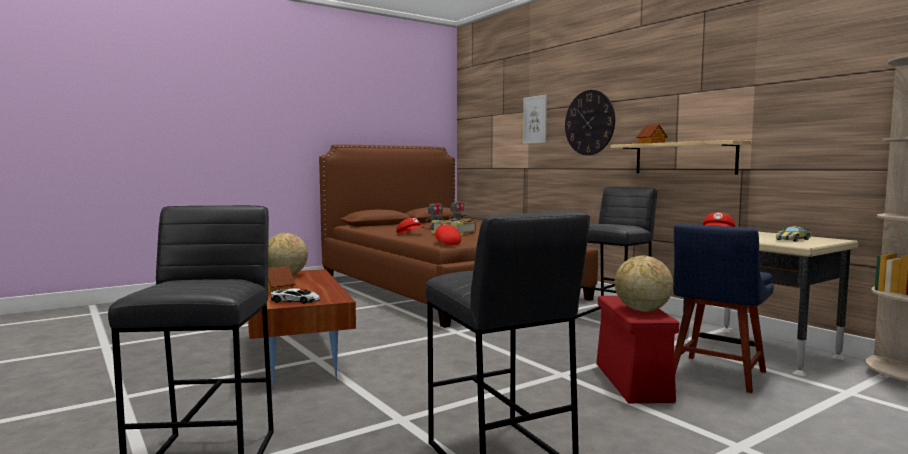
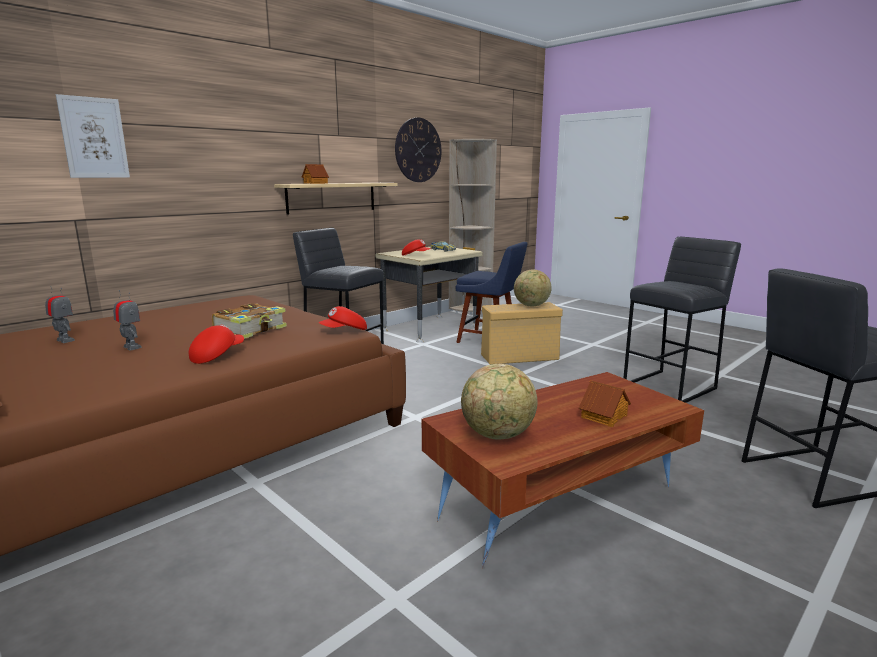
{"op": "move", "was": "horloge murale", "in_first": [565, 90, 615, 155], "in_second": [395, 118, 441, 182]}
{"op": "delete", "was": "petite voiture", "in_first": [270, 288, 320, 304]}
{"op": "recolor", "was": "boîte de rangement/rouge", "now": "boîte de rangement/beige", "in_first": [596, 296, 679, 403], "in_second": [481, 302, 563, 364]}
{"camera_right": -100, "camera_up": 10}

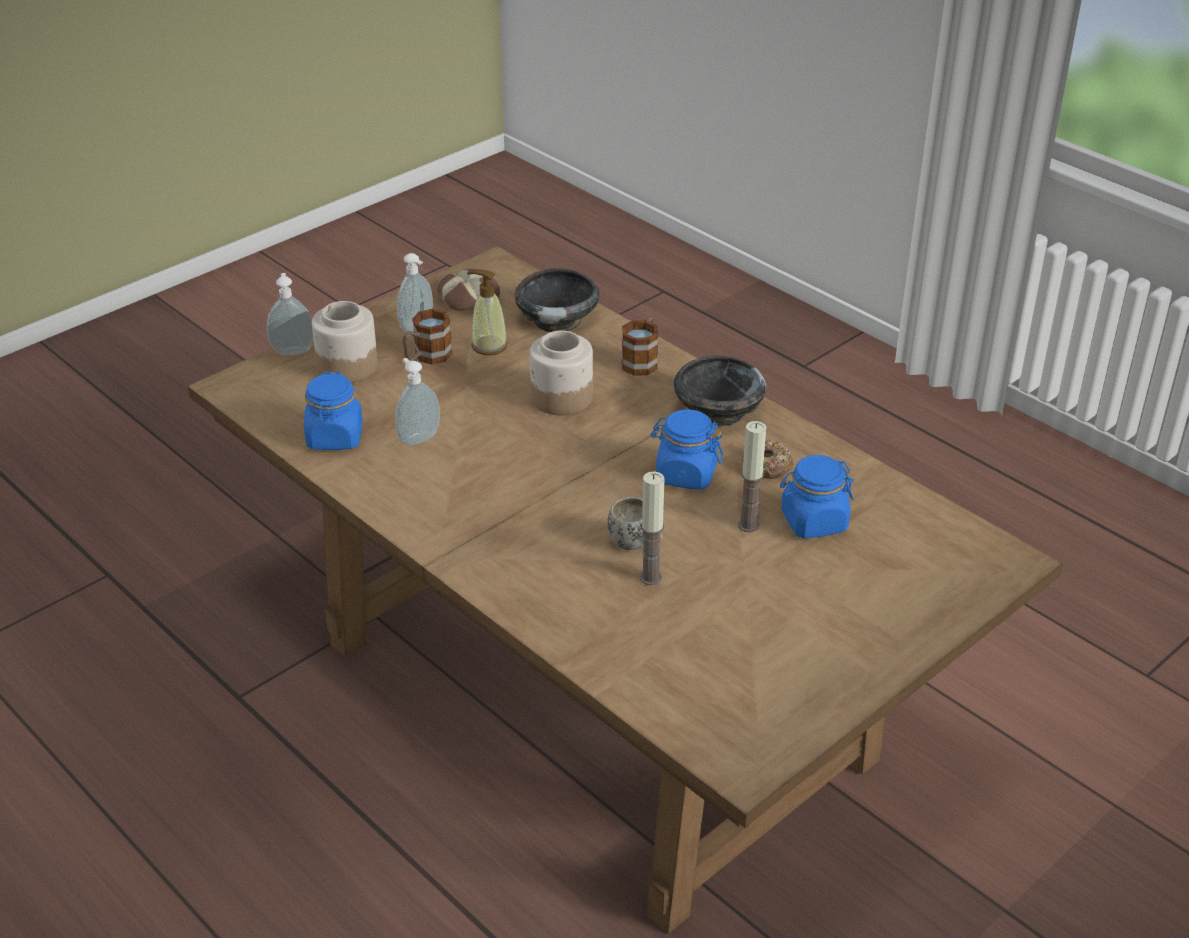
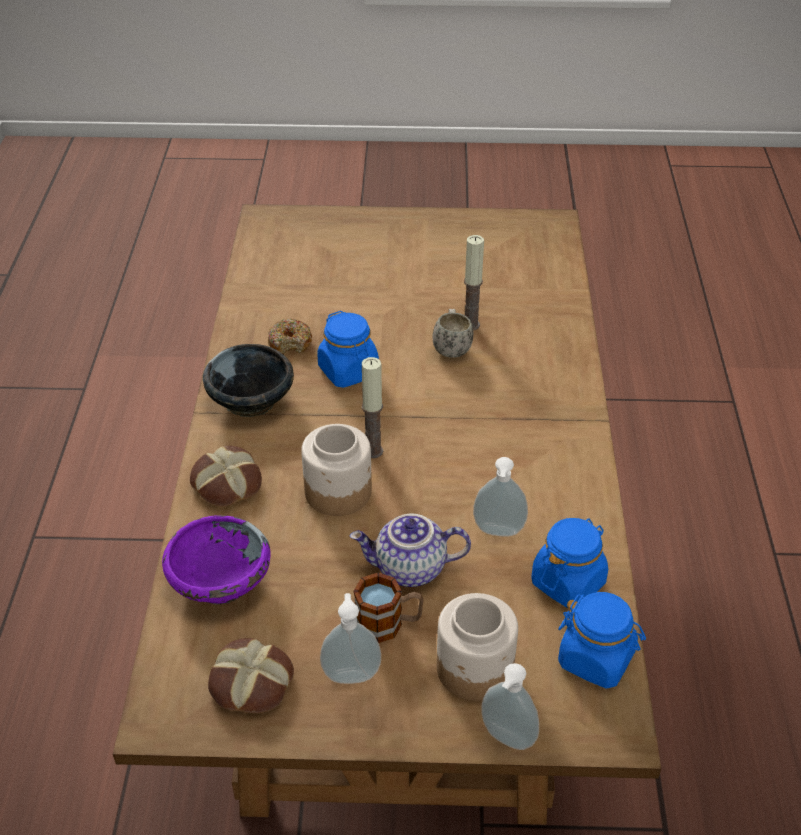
{"op": "recolor", "was": "bol/noir", "now": "bol/violet", "in_first": [515, 268, 600, 332], "in_second": [162, 515, 271, 605]}
{"op": "delete", "was": "distributeur de savon", "in_first": [467, 269, 508, 355]}
{"op": "replace", "was": "mug", "now": "pain", "in_first": [621, 317, 658, 376], "in_second": [190, 446, 262, 507]}
{"op": "move", "was": "bougie", "in_first": [738, 421, 766, 532], "in_second": [362, 357, 383, 458]}
{"op": "move", "was": "bocal/bleu", "in_first": [780, 455, 854, 538], "in_second": [558, 592, 646, 689]}
{"op": "insert", "now": "théière", "in_second": [350, 514, 471, 587]}
{"camera_right": -135, "camera_up": 5}

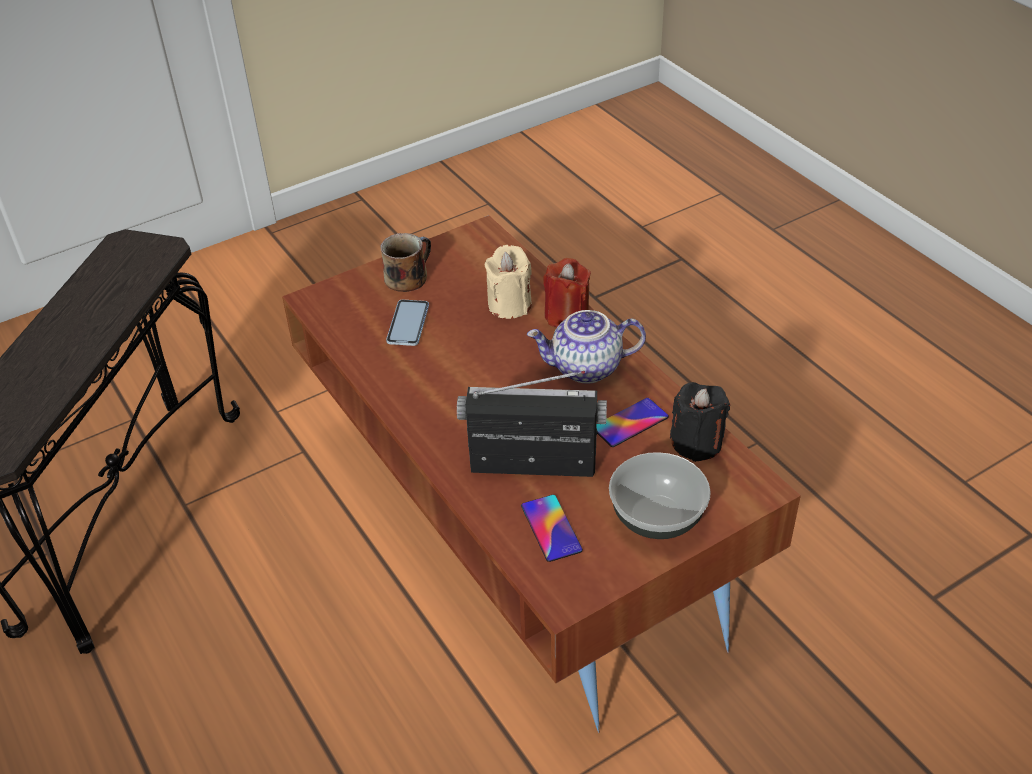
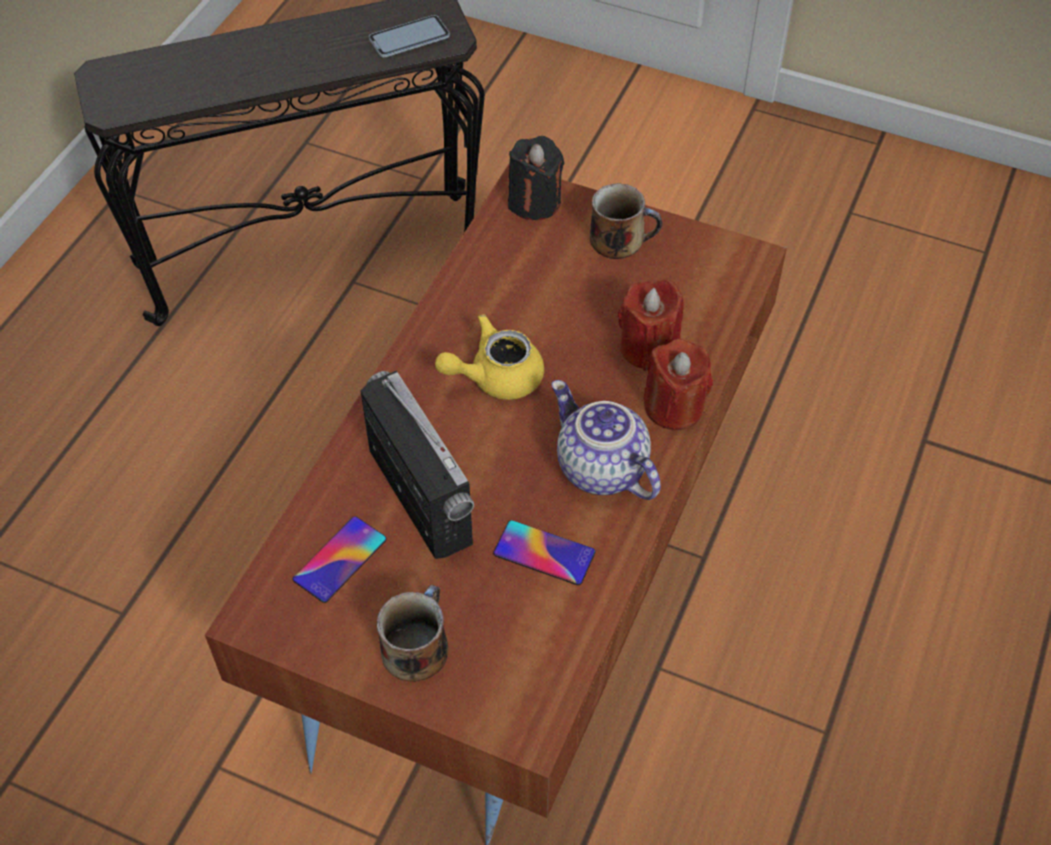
{"op": "recolor", "was": "bougie/beige", "now": "bougie/rouge", "in_first": [485, 245, 532, 319], "in_second": [618, 279, 684, 371]}
{"op": "move", "was": "téléphone", "in_first": [386, 300, 429, 346], "in_second": [369, 15, 450, 57]}
{"op": "move", "was": "bougie/noir", "in_first": [670, 382, 730, 462], "in_second": [508, 136, 565, 220]}
{"op": "replace", "was": "bol", "now": "mug", "in_first": [609, 452, 711, 539], "in_second": [377, 585, 448, 682]}
{"op": "insert", "now": "théière/jaune", "in_second": [435, 314, 544, 400]}
{"camera_right": 55, "camera_up": 10}

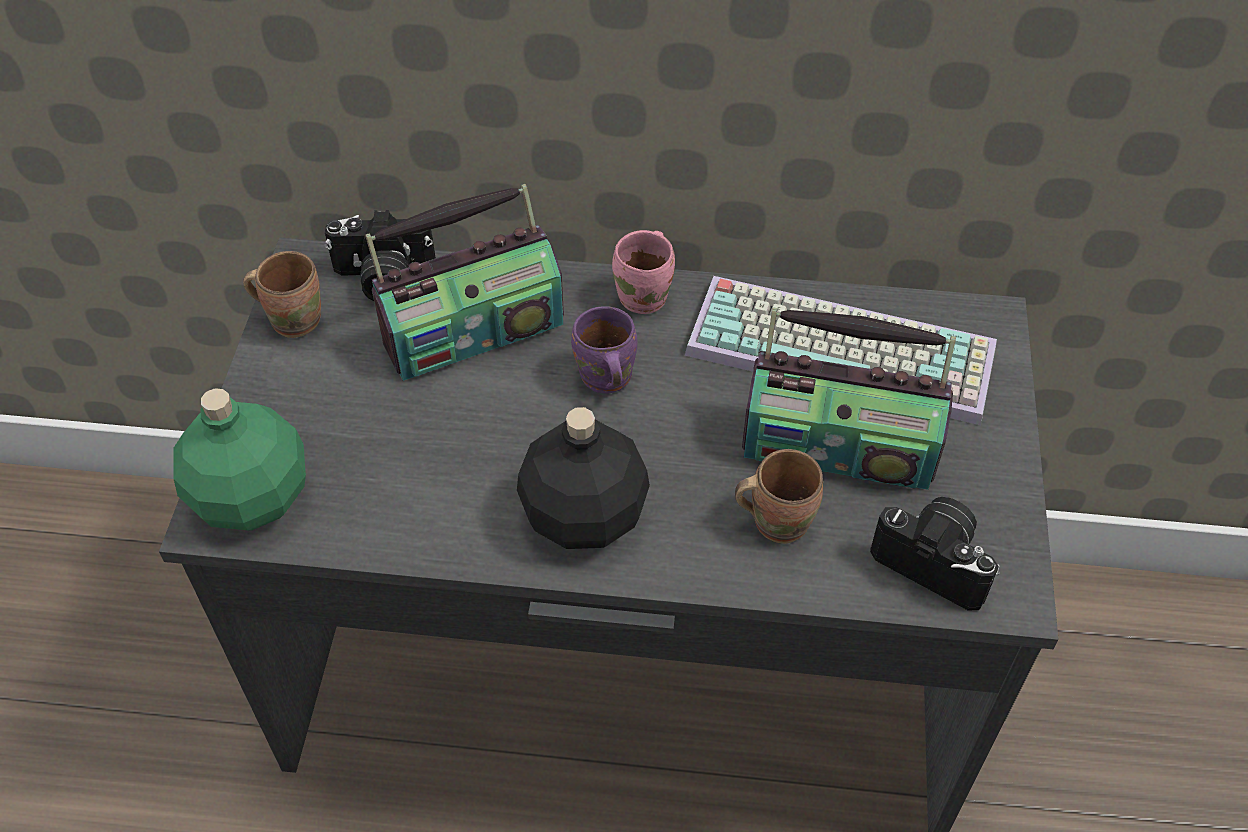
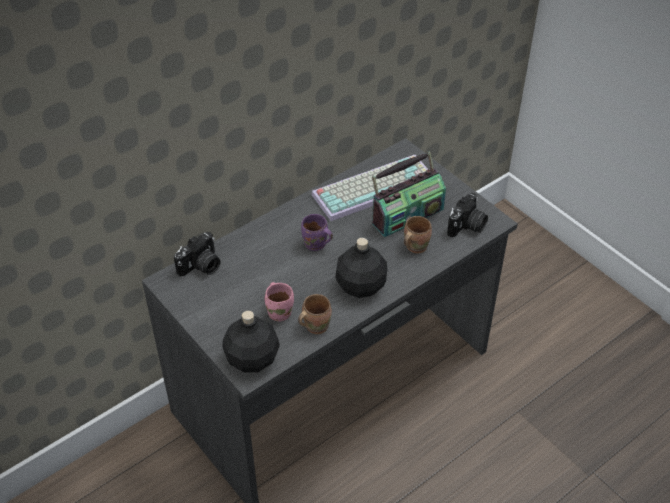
{"op": "delete", "was": "radio", "in_first": [365, 184, 564, 381]}
{"op": "move", "was": "mug/rose", "in_first": [612, 230, 675, 314], "in_second": [265, 282, 294, 321]}
{"op": "move", "was": "mug/marron", "in_first": [243, 251, 321, 338], "in_second": [298, 294, 332, 334]}
{"op": "recolor", "was": "bouteille/vert", "now": "bouteille/noir", "in_first": [174, 388, 306, 531], "in_second": [222, 311, 280, 373]}
{"op": "rotate", "was": "appareil photo", "in_first": [870, 497, 1000, 610], "in_second": [447, 192, 488, 237], "clockwise": 135}
{"camera_right": -45, "camera_up": -5}

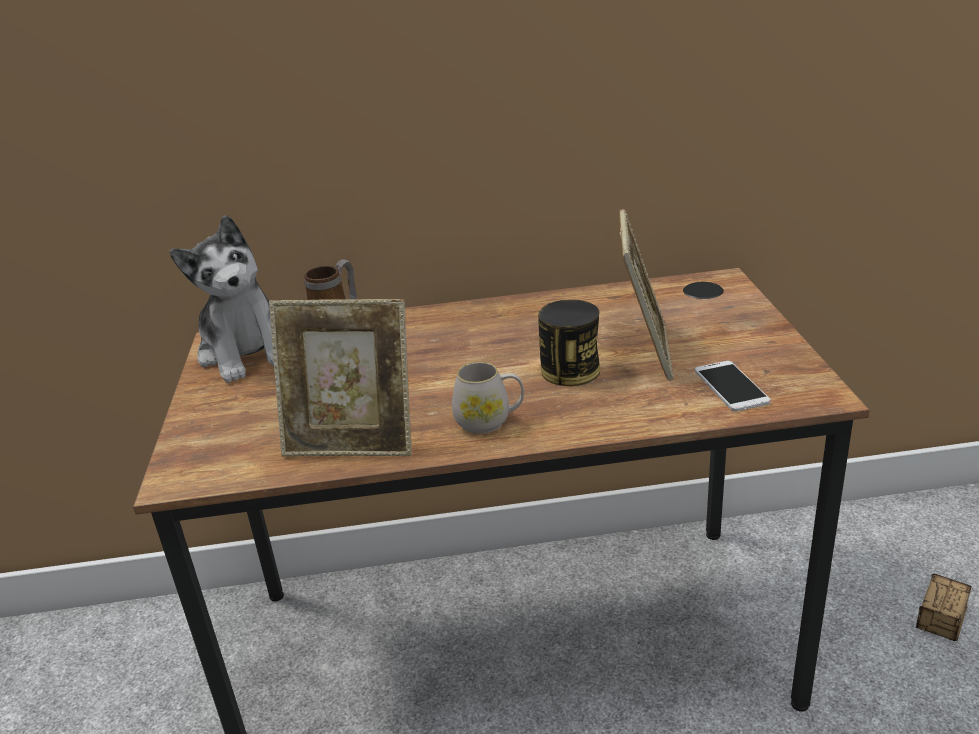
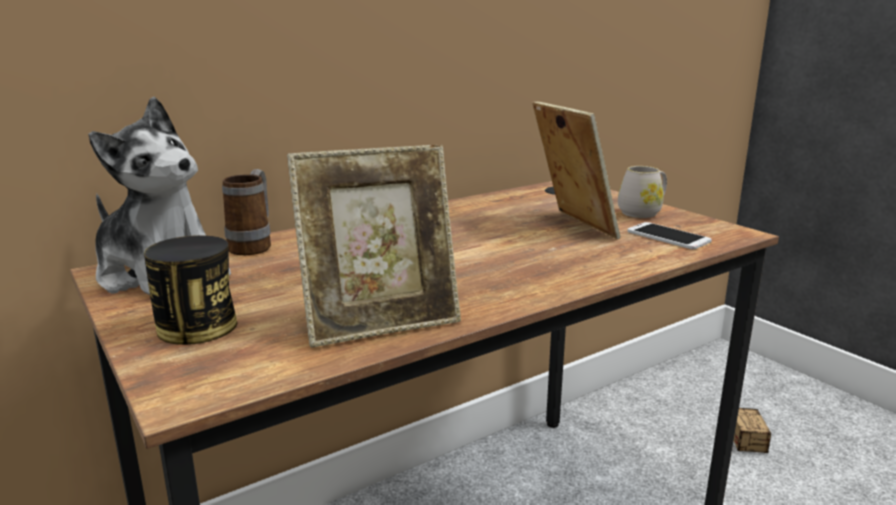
{"op": "move", "was": "boîte métallique", "in_first": [538, 300, 600, 386], "in_second": [144, 235, 237, 345]}
{"op": "move", "was": "mug/blanc", "in_first": [452, 362, 524, 434], "in_second": [618, 166, 667, 218]}
{"camera_right": -30, "camera_up": -10}

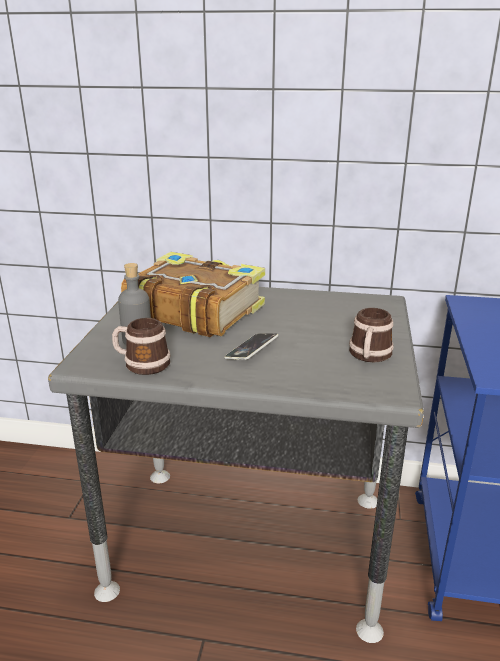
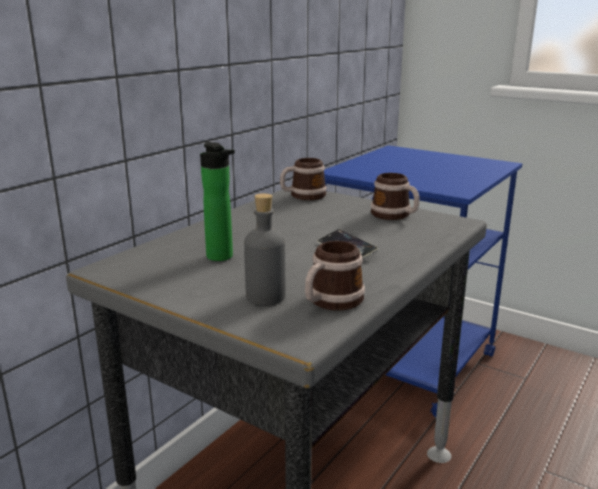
{"op": "replace", "was": "livre", "now": "bouteille", "in_first": [121, 252, 265, 337], "in_second": [200, 142, 235, 261]}
{"op": "insert", "now": "mug", "in_second": [280, 158, 327, 200]}
{"camera_right": -65, "camera_up": -5}

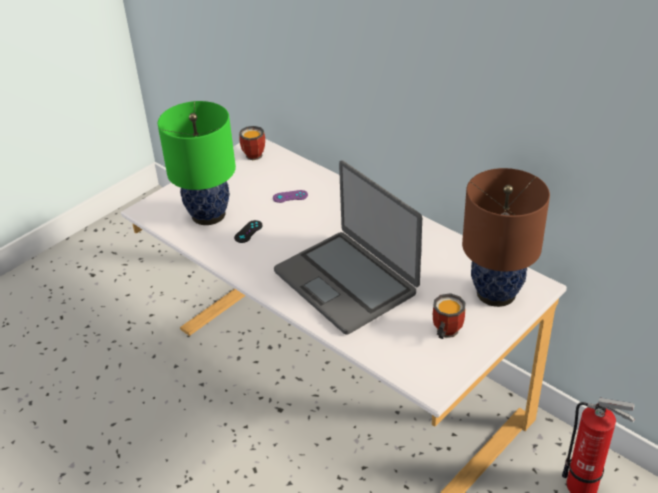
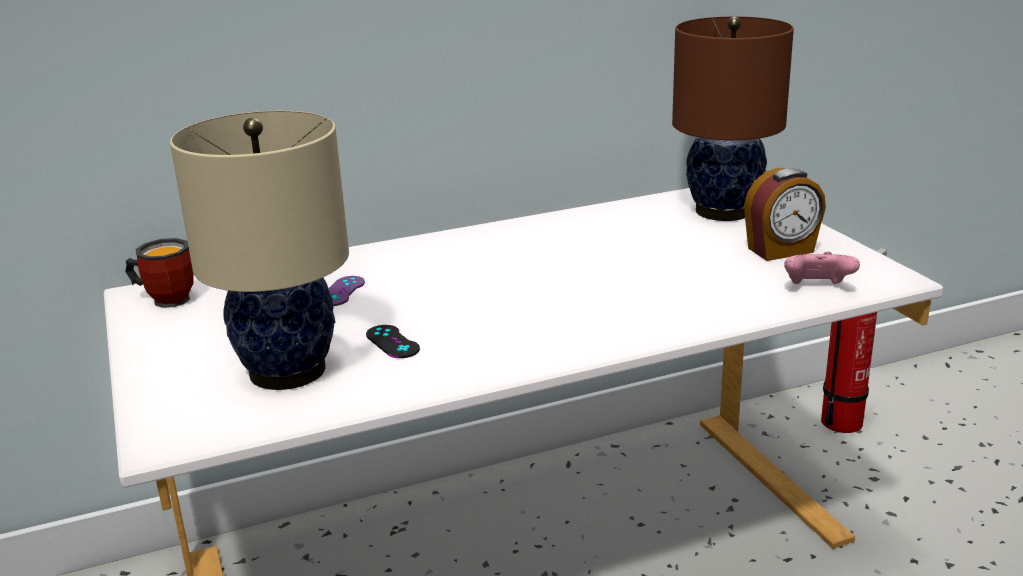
{"op": "recolor", "was": "lampe de table/vert", "now": "lampe de table/beige", "in_first": [158, 101, 236, 225], "in_second": [170, 111, 349, 390]}
{"op": "delete", "was": "ordinateur portable", "in_first": [274, 160, 422, 335]}
{"op": "replace", "was": "mug", "now": "réveil", "in_first": [433, 293, 466, 339], "in_second": [744, 168, 826, 261]}
{"op": "insert", "now": "manette/rose", "in_second": [785, 252, 860, 285]}
{"camera_right": -65, "camera_up": -15}

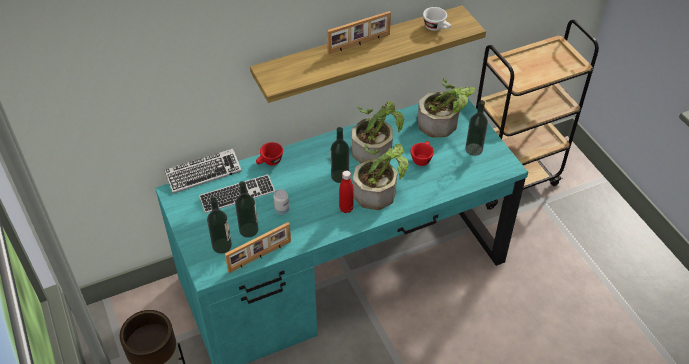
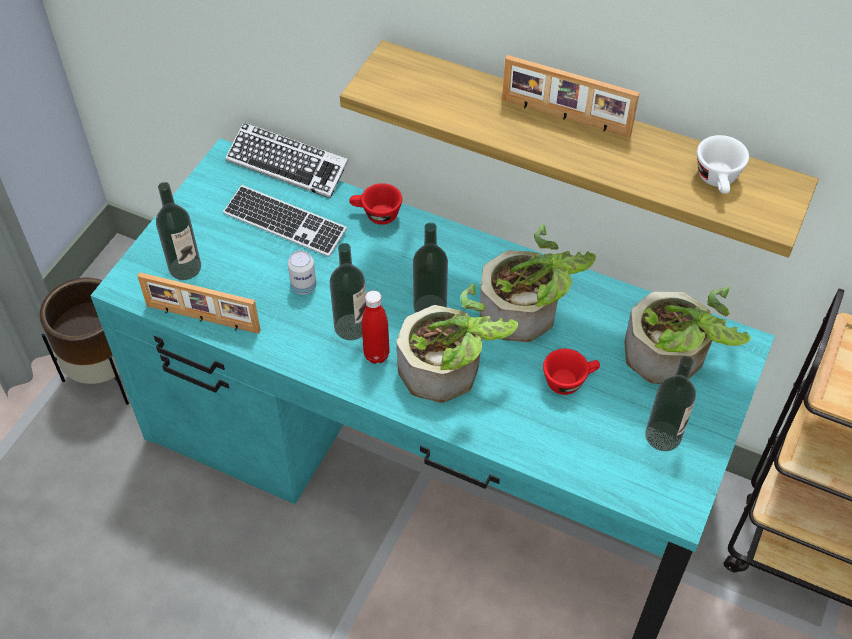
{"op": "move", "was": "bouteille", "in_first": [235, 181, 258, 238], "in_second": [330, 243, 367, 340]}
{"camera_right": 50, "camera_up": 5}

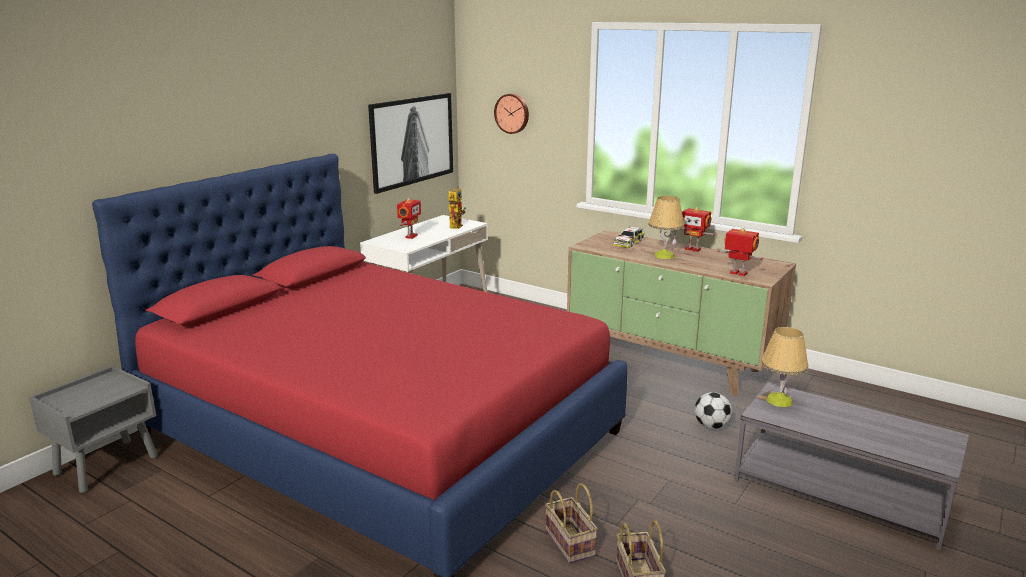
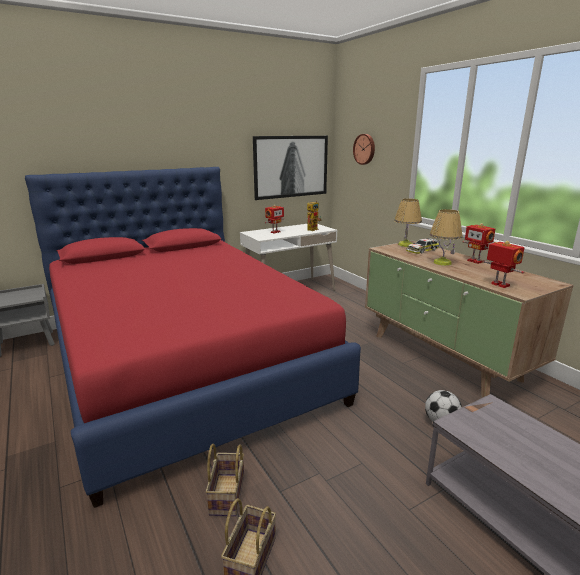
{"op": "move", "was": "lampe de table", "in_first": [761, 327, 808, 407], "in_second": [394, 199, 422, 247]}
{"camera_right": 25, "camera_up": 0}

